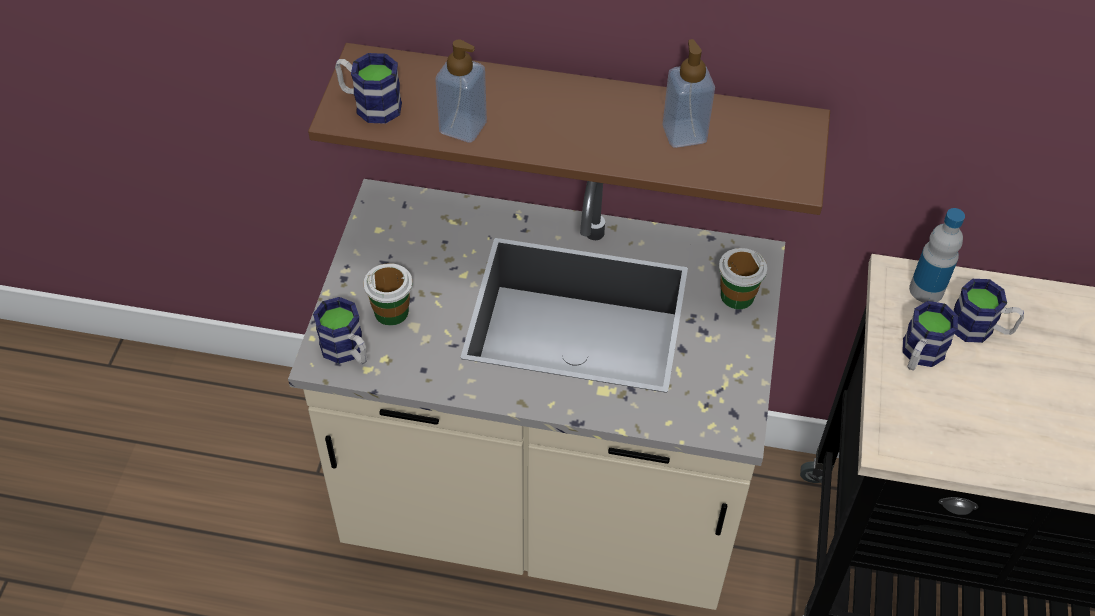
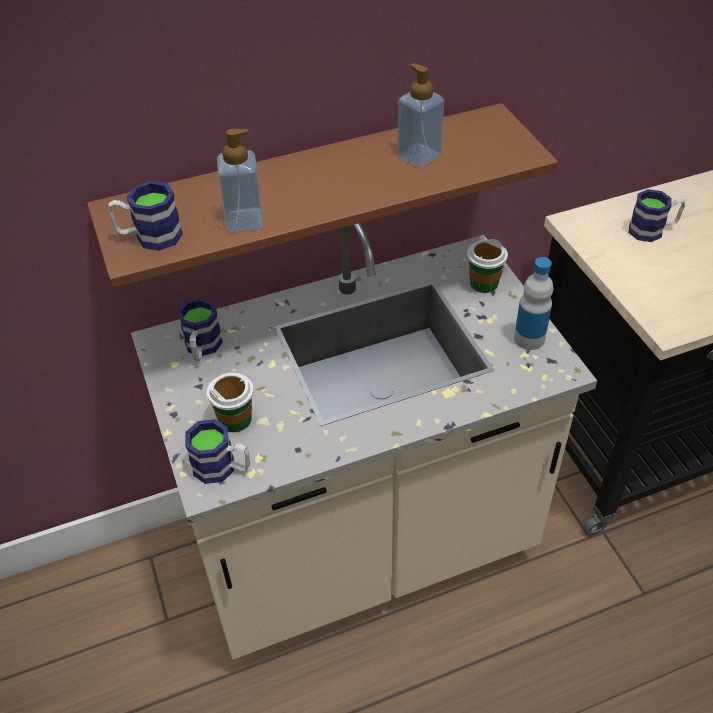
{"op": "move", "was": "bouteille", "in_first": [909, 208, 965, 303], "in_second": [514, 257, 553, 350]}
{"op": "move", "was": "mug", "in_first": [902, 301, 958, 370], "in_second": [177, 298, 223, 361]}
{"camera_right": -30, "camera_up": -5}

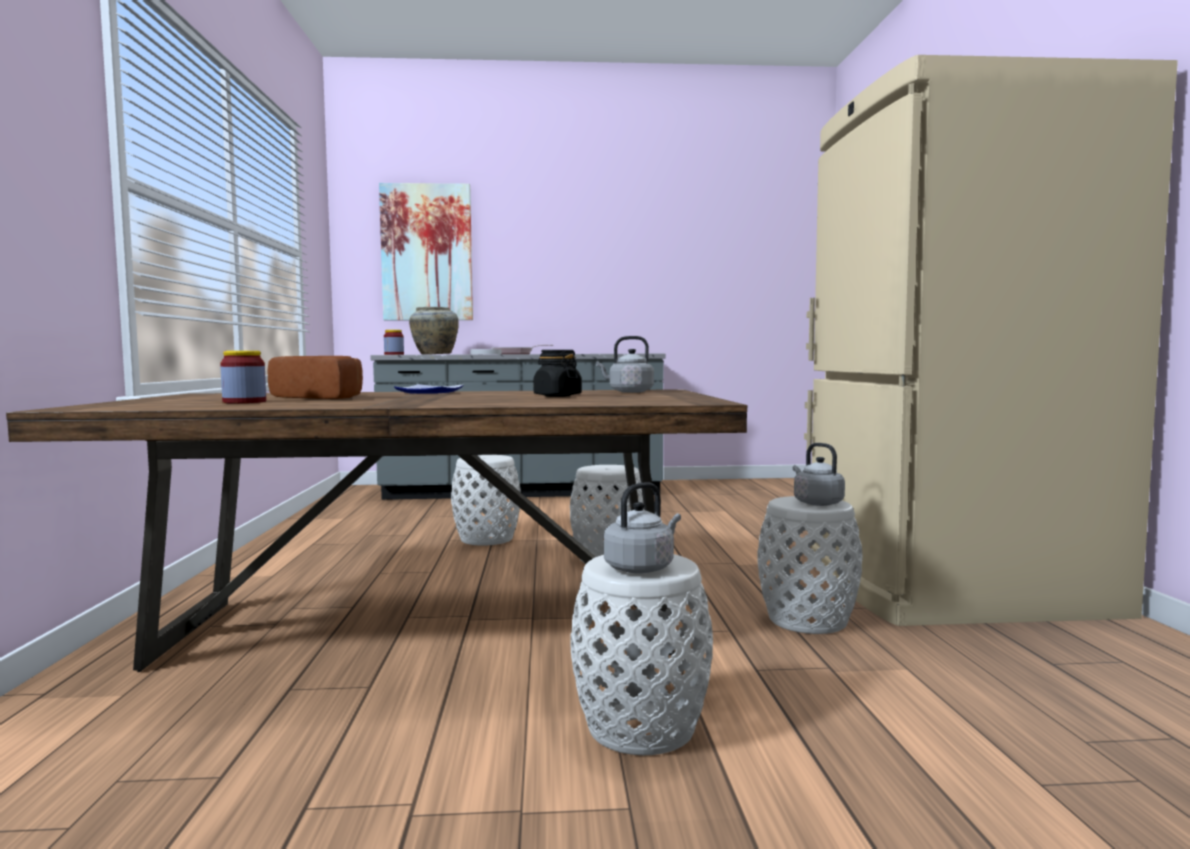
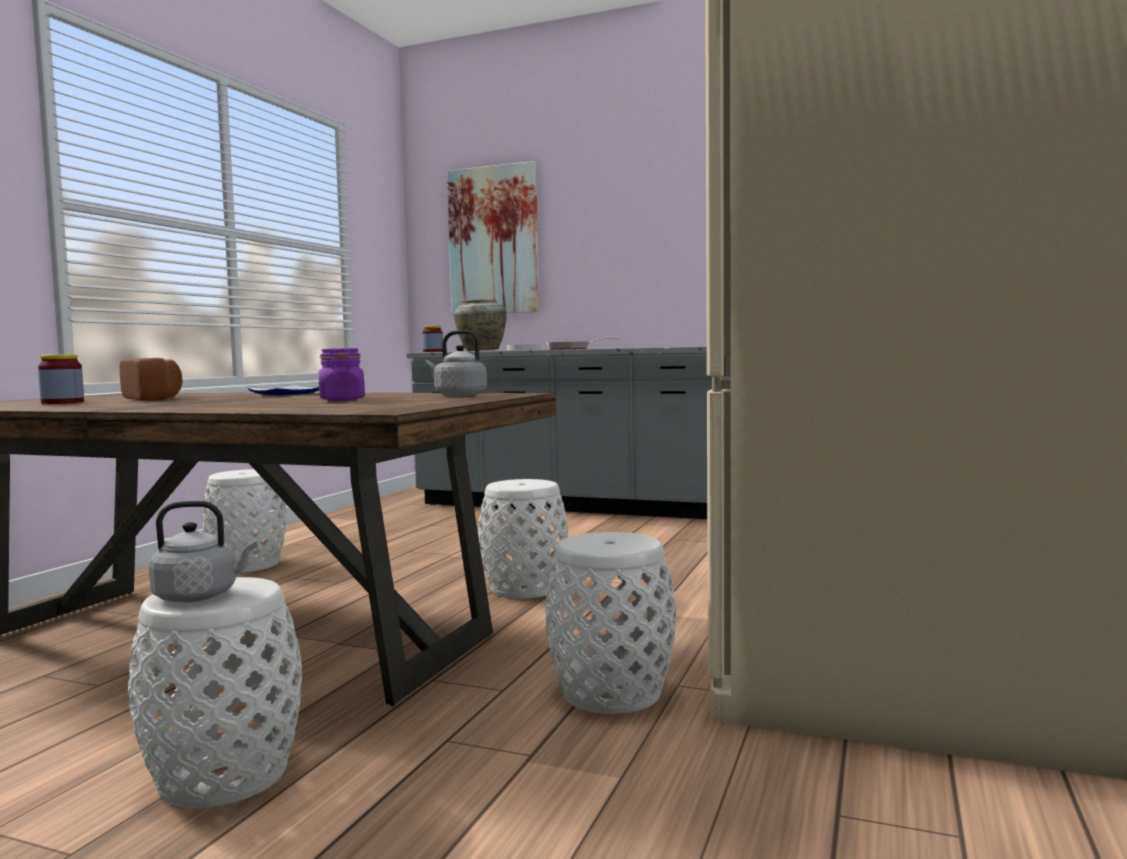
{"op": "recolor", "was": "bocal/noir", "now": "bocal/violet", "in_first": [533, 350, 582, 397], "in_second": [319, 348, 365, 401]}
{"op": "delete", "was": "bouilloire/gris", "in_first": [793, 443, 845, 506]}
{"op": "move", "was": "tabouret/blanc", "in_first": [451, 455, 521, 546], "in_second": [202, 469, 287, 573]}
{"camera_right": 25, "camera_up": 0}

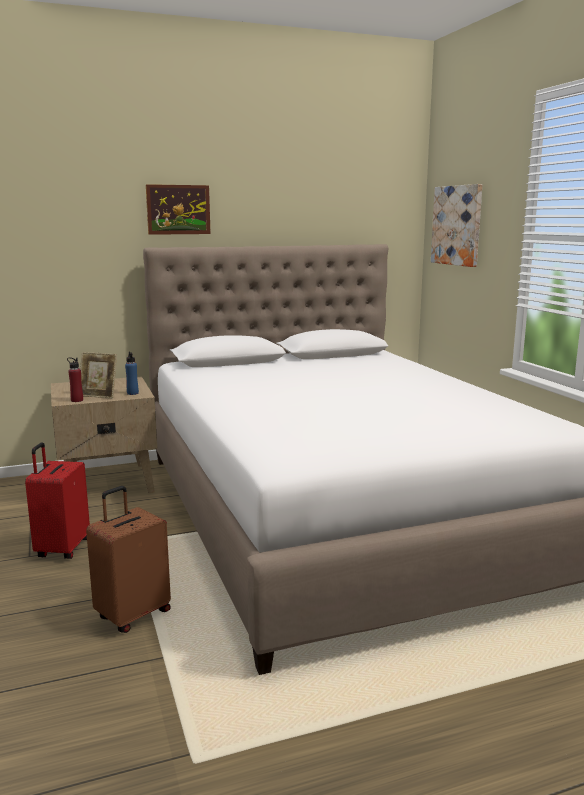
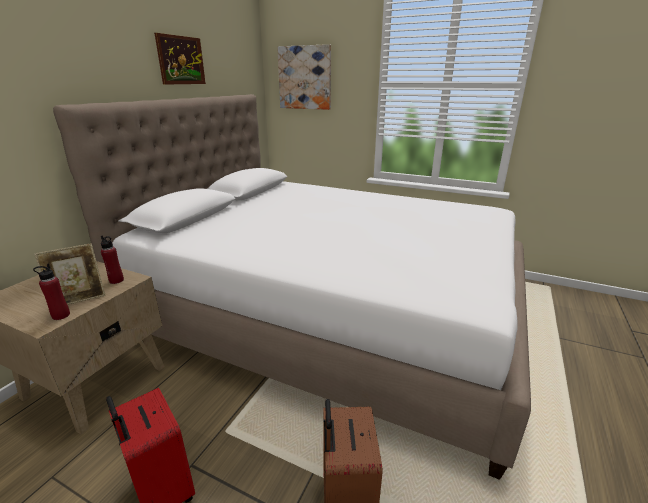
{"op": "move", "was": "tableau", "in_first": [146, 184, 211, 235], "in_second": [154, 33, 206, 85]}
{"op": "recolor", "was": "bouteille/bleu", "now": "bouteille/rouge", "in_first": [125, 352, 139, 395], "in_second": [101, 236, 124, 284]}
{"camera_right": -45, "camera_up": 10}

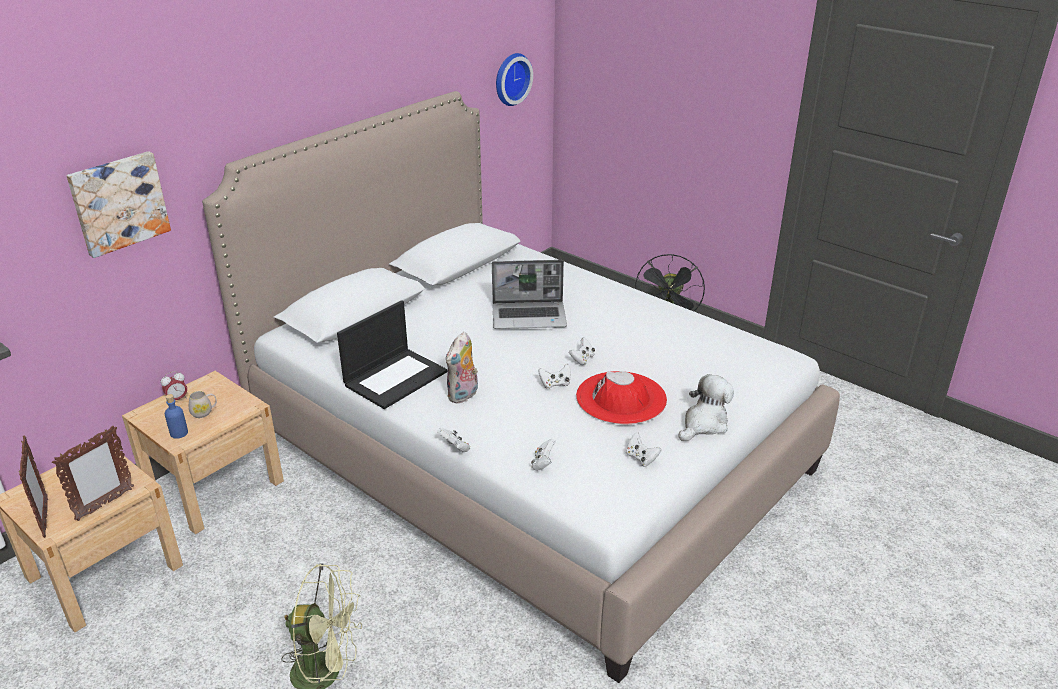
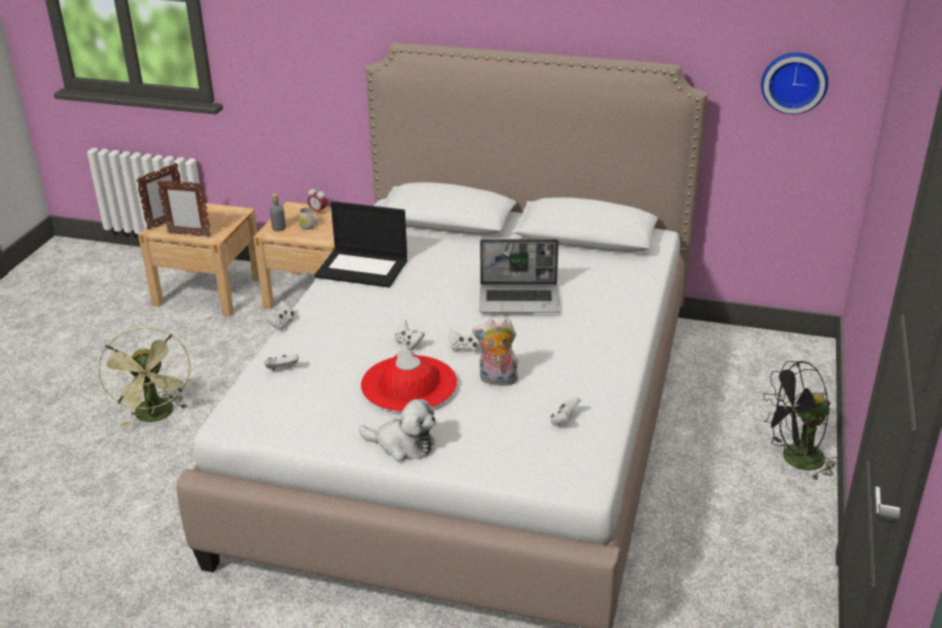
{"op": "delete", "was": "tableau", "in_first": [66, 151, 171, 258]}
{"op": "rotate", "was": "ordinateur portable", "in_first": [492, 260, 567, 329], "in_second": [479, 239, 559, 313], "clockwise": -60}
{"op": "move", "was": "peluche", "in_first": [446, 332, 478, 404], "in_second": [472, 316, 518, 386]}
{"op": "recolor", "was": "bouteille/bleu", "now": "bouteille/gris", "in_first": [165, 394, 188, 439], "in_second": [270, 194, 286, 231]}
{"op": "move", "was": "manette/blanc", "in_first": [626, 432, 661, 467], "in_second": [550, 397, 581, 426]}
{"camera_right": 65, "camera_up": 0}

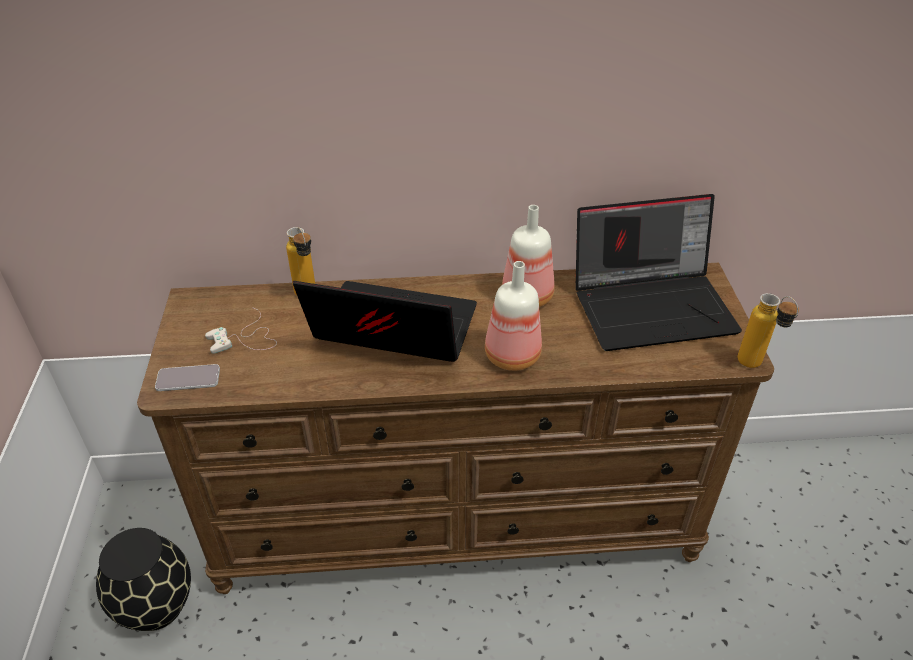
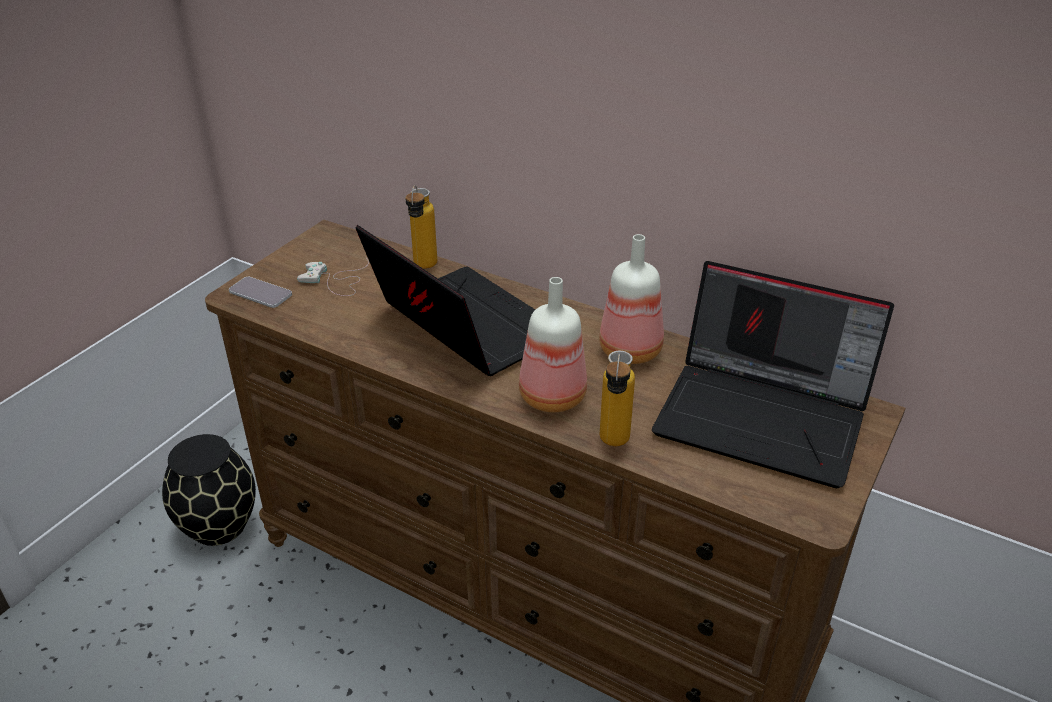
{"op": "move", "was": "bouteille", "in_first": [737, 293, 799, 368], "in_second": [600, 351, 635, 446]}
{"camera_right": 35, "camera_up": -5}

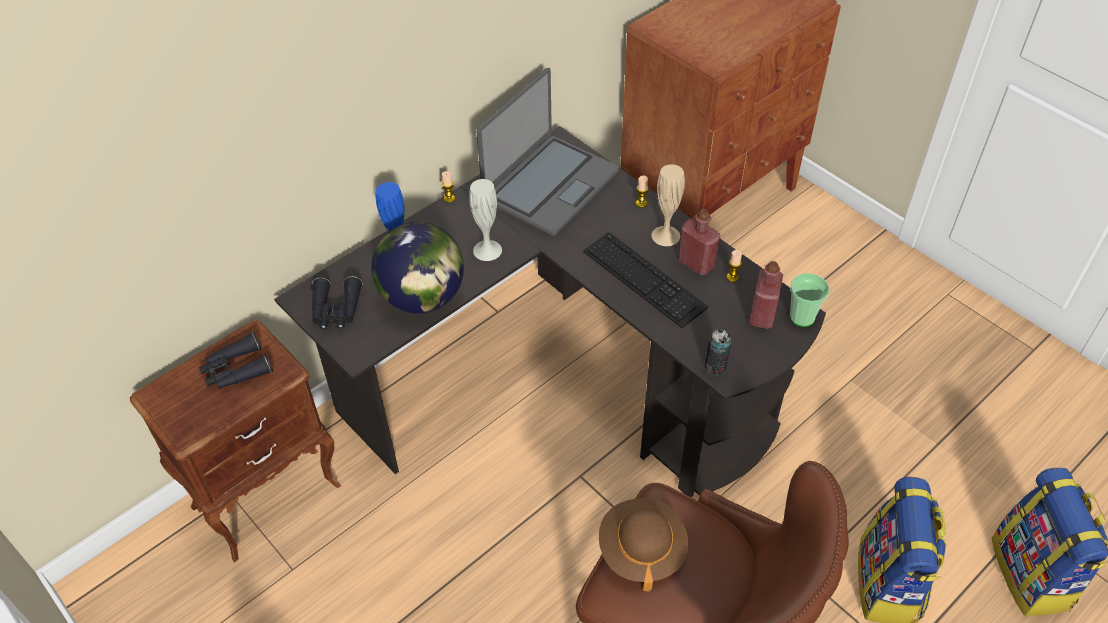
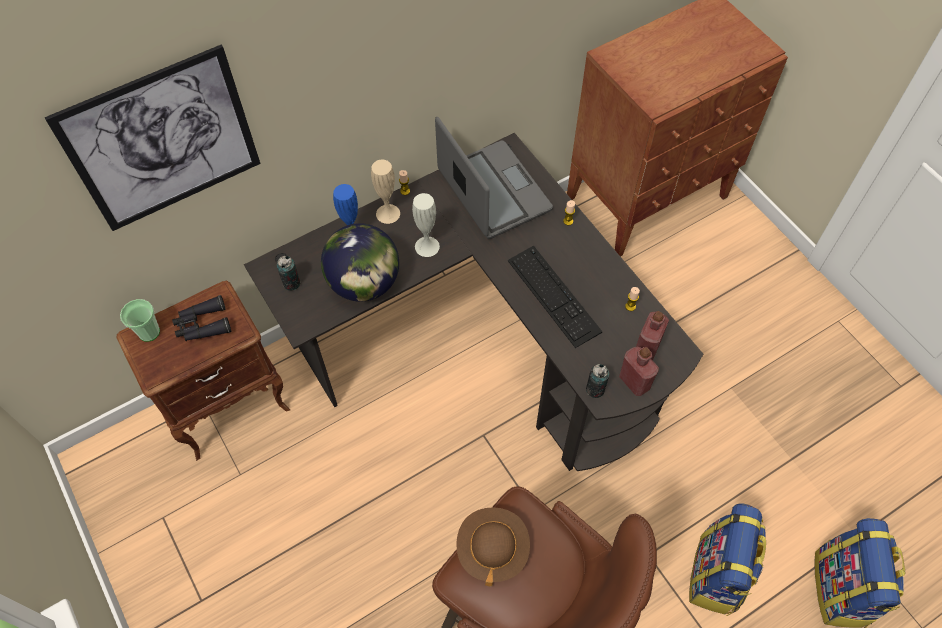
{"op": "rotate", "was": "ordinateur portable", "in_first": [476, 68, 619, 236], "in_second": [435, 117, 553, 239], "clockwise": -75}
{"op": "move", "was": "vase/beige", "in_first": [652, 164, 685, 246], "in_second": [371, 159, 400, 224]}
{"op": "move", "was": "bouteille/rouge", "in_first": [679, 209, 720, 275], "in_second": [619, 347, 659, 396]}
{"op": "move", "was": "tasse", "in_first": [790, 273, 830, 327], "in_second": [120, 299, 160, 342]}
{"op": "replace", "was": "jumelles/noir", "now": "boîte métallique", "in_first": [312, 275, 363, 330], "in_second": [277, 256, 300, 291]}
{"op": "insert", "now": "tableau", "in_second": [45, 45, 260, 231]}
{"camera_right": 10, "camera_up": 10}

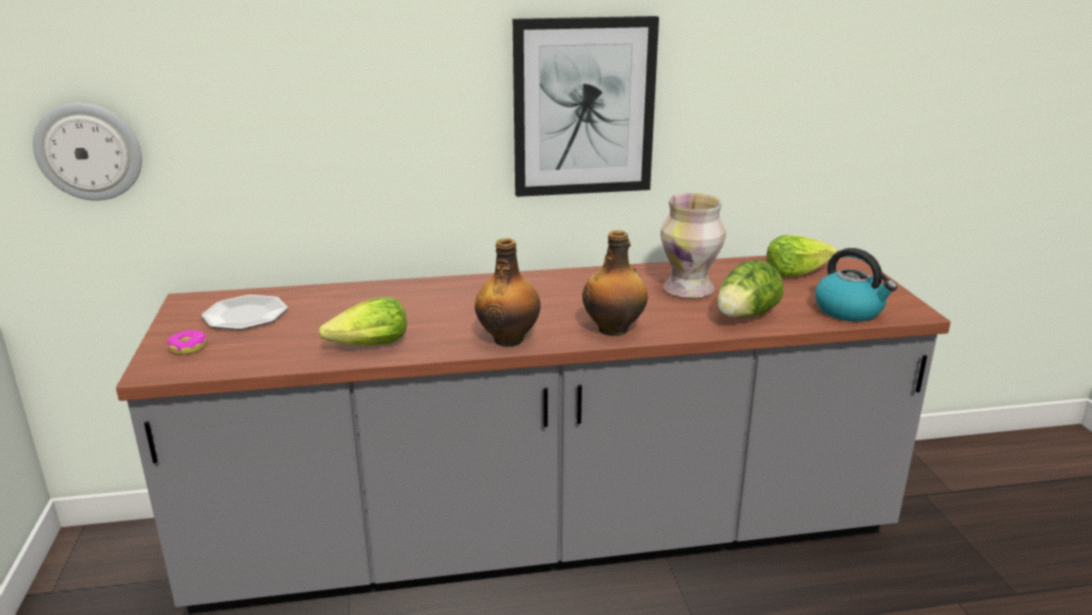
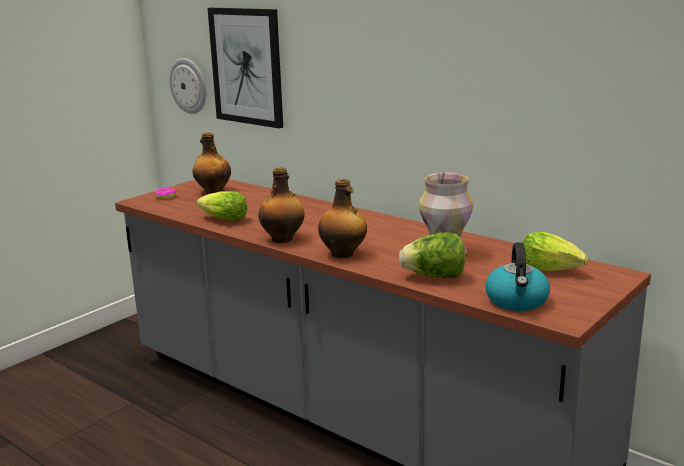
{"op": "move", "was": "tableau", "in_first": [513, 16, 659, 197], "in_second": [208, 8, 283, 128]}
{"op": "replace", "was": "assiette", "now": "bouteille", "in_first": [201, 295, 288, 330], "in_second": [193, 132, 231, 194]}
{"camera_right": 50, "camera_up": -5}

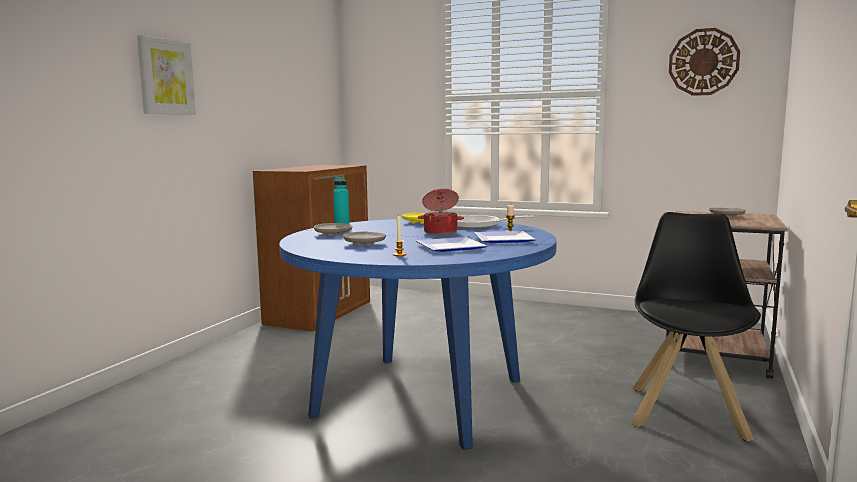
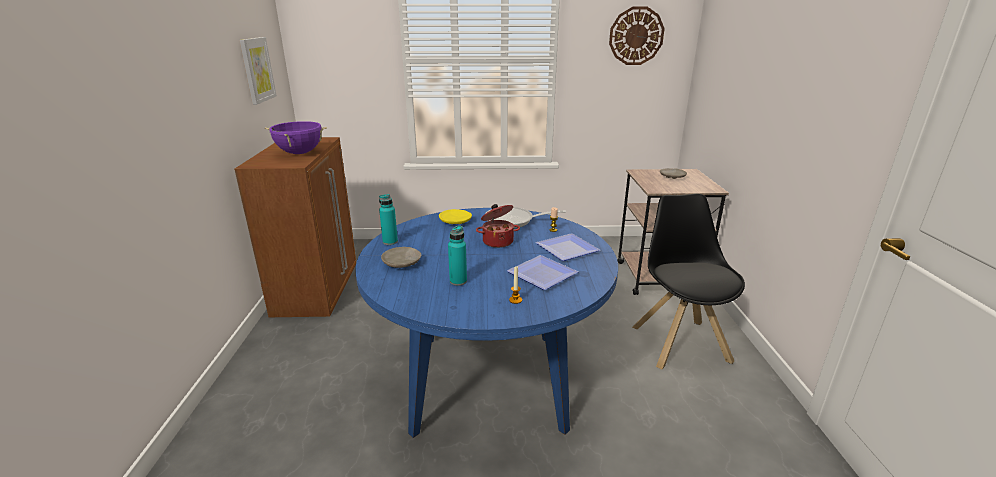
{"op": "move", "was": "tableau", "in_first": [137, 35, 196, 115], "in_second": [239, 37, 277, 105]}
{"op": "replace", "was": "assiette/beige", "now": "bouteille/turquoise", "in_first": [343, 232, 386, 246], "in_second": [448, 225, 467, 286]}
{"op": "insert", "now": "marmite/violet", "in_second": [265, 121, 327, 154]}
{"camera_right": -25, "camera_up": 15}

